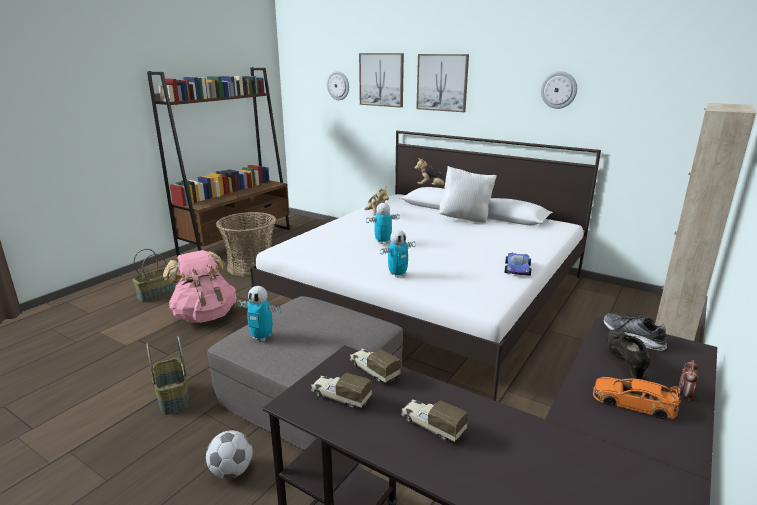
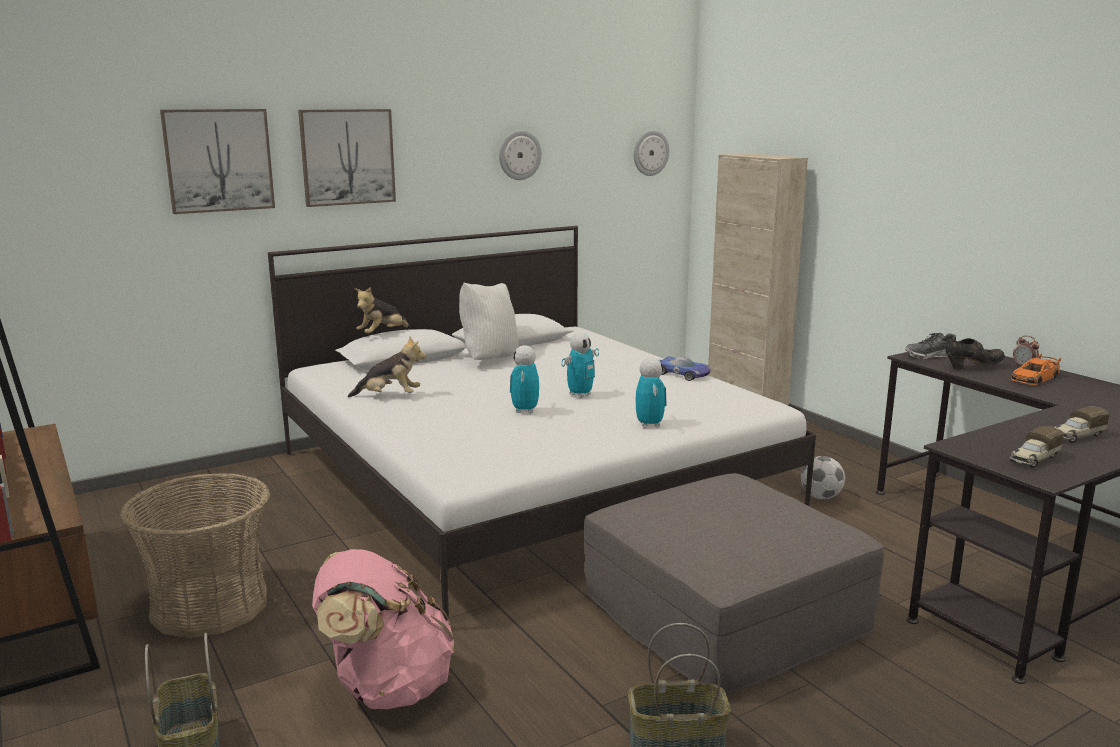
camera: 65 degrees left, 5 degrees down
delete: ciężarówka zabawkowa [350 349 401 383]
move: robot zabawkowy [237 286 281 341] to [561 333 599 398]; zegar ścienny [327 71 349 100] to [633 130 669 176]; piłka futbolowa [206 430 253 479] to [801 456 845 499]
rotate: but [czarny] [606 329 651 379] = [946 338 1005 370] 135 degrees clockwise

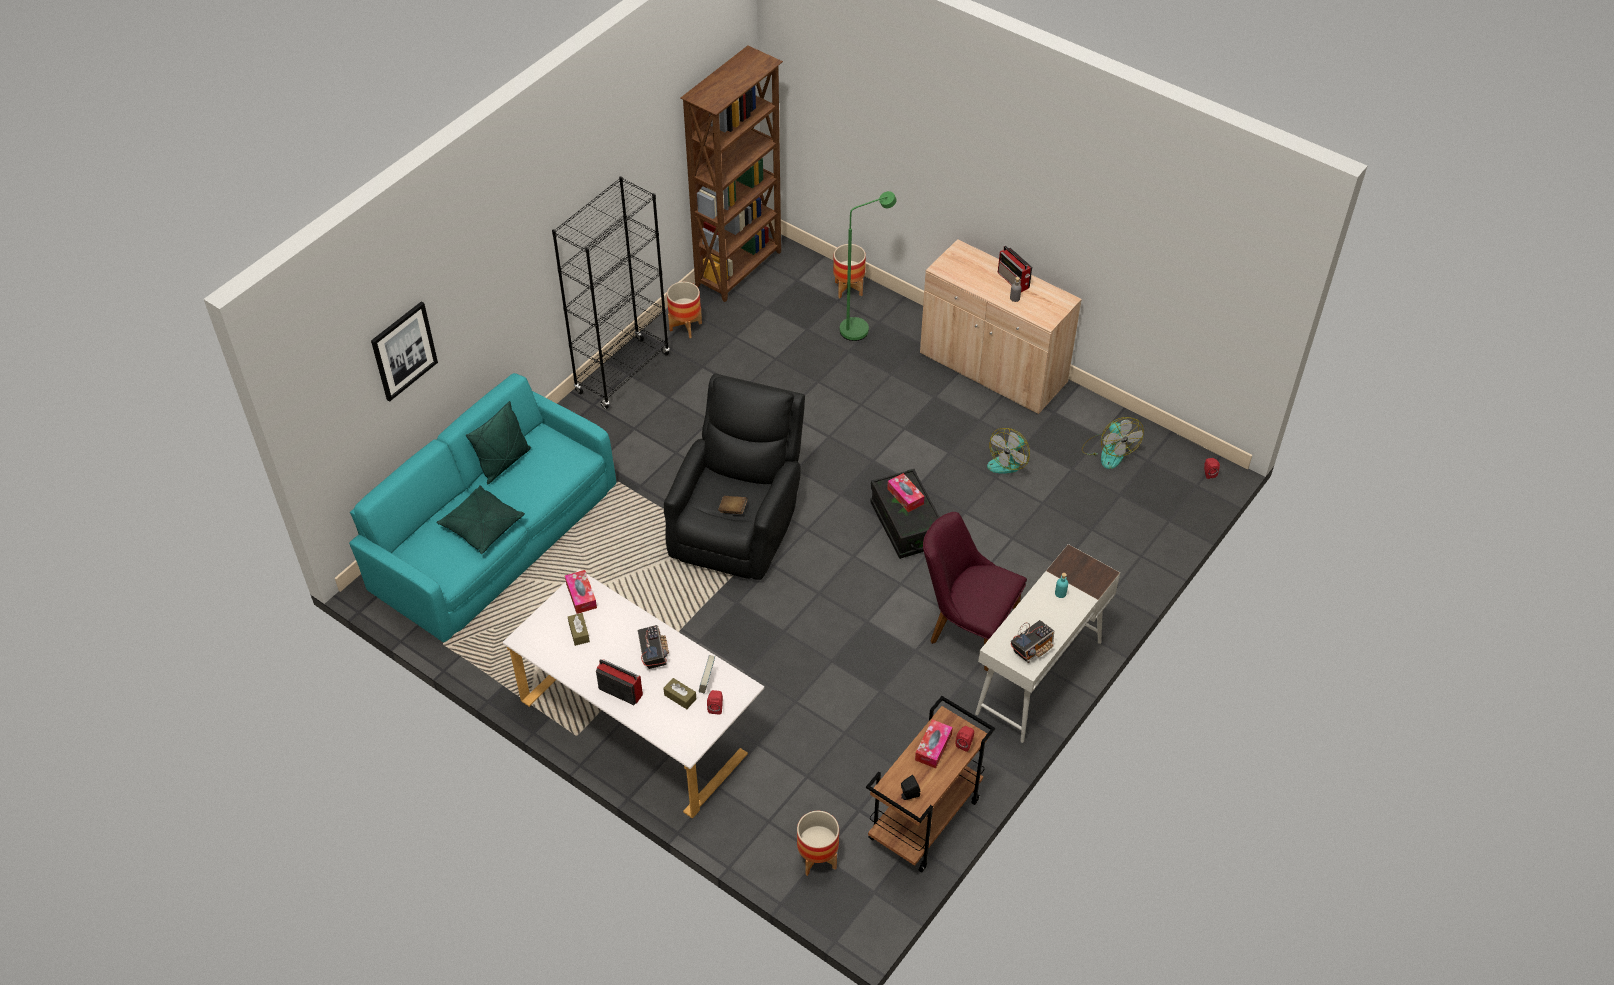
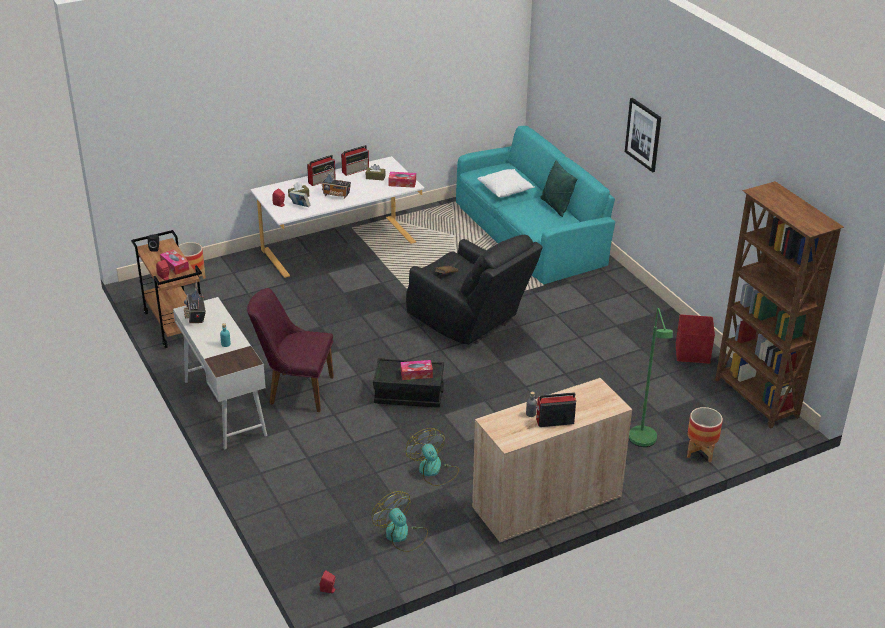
camera: 115 degrees right, 15 degrees down
delete: regał [czarny] [552 176 670 409]
insert: radio [341 145 369 176]
move: obraz [371 301 438 402] to [625 98 661 172]
replace: donica [667 282 702 338] to pojemnik do przechowywania [czerwony] [676 315 715 364]
recolor: poduszka [zielony] [436 485 525 554] to poduszka [biały] [477 169 535 197]
rotate: krzesło [fioletowy] [923 512 1027 671] = [247 288 334 412] 135 degrees counterclockwise; wentylator [1082 417 1144 469] = [372 491 428 552] 45 degrees clockwise

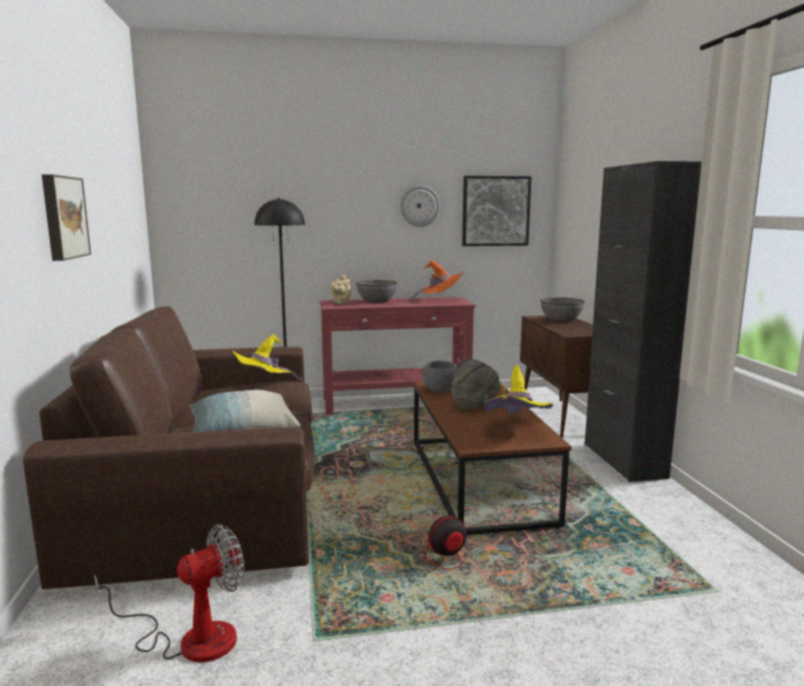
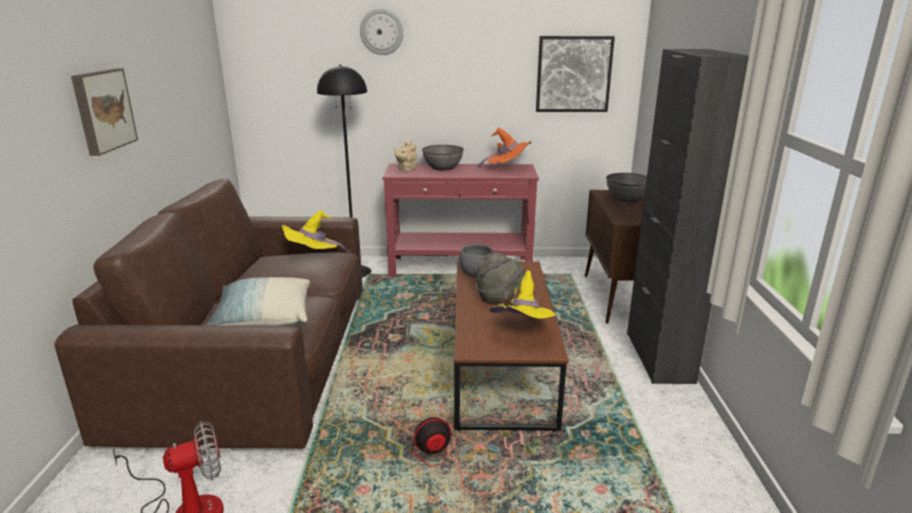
camera: 10 degrees right, 10 degrees up
move: zegar ścienny [400 185 440 227] to [360 9 404 55]

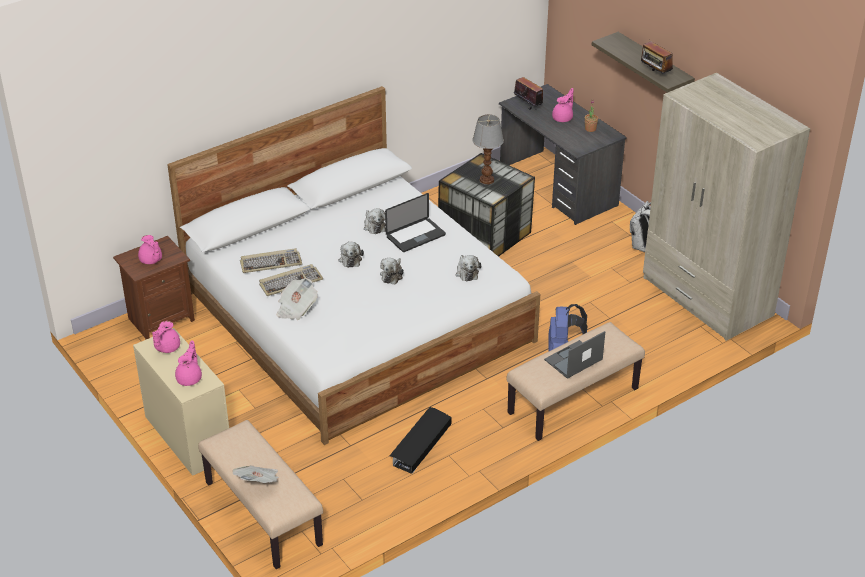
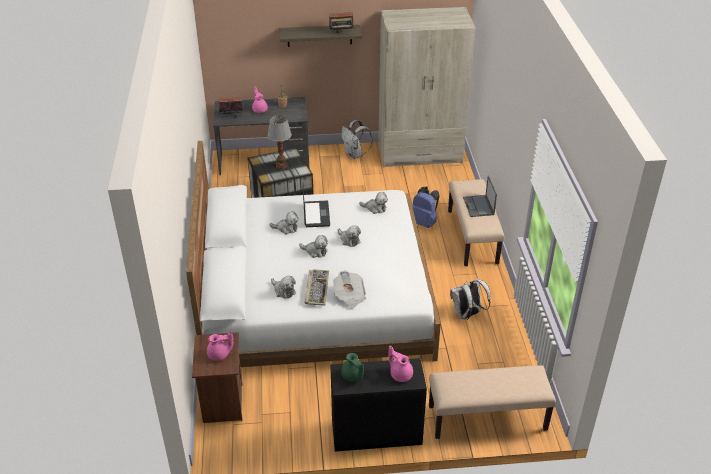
camera: 60 degrees left, 0 degrees up
delete: gazeta [233 465 279 483]
replace: klawiatura [240 248 302 273] to pluszak [271 276 296 299]; pojemnik do przechowywania [czarny] [390 407 452 474] to plecak [biały] [450 278 490 320]
recolor: komoda [beżowy] [133 328 229 476] to komoda [czarny] [331 358 427 452]; imbryk [różowy] [152 321 180 353] to imbryk [zielony] [341 353 364 381]

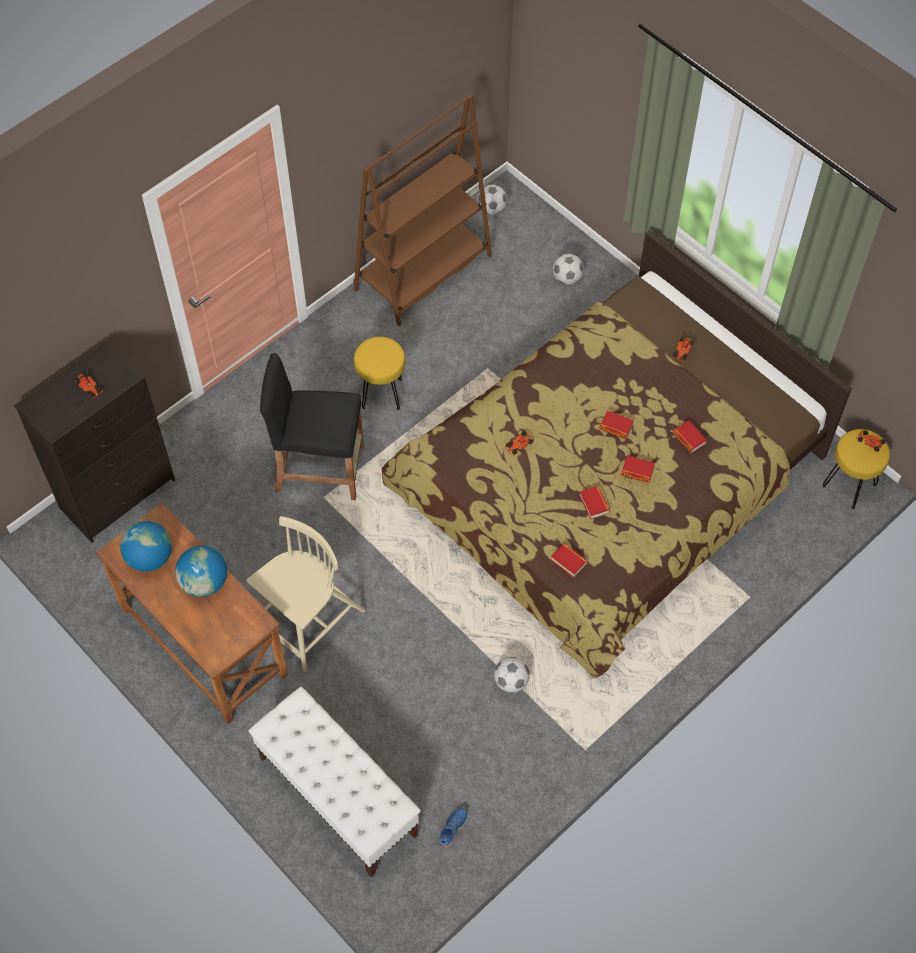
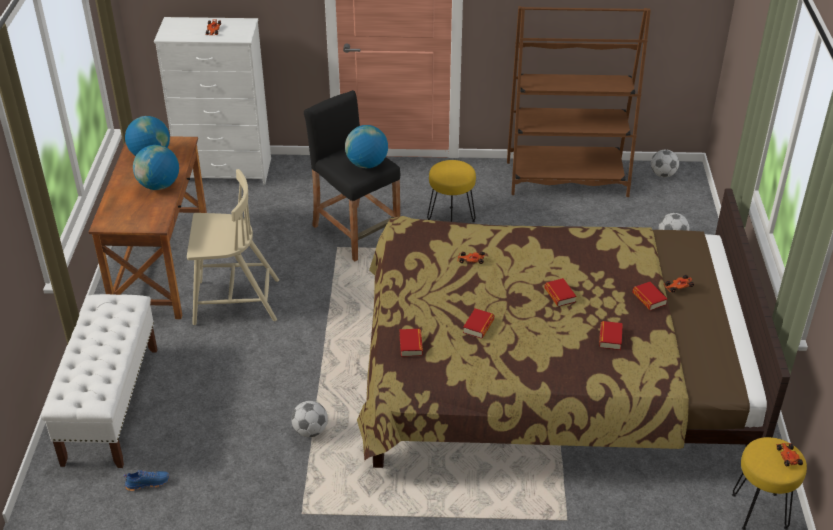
camera: 45 degrees right, 20 degrees down
insert: globus [345 125 388 168]
move: książka [621 455 655 483] to [632 282 667 311]
recolor: komoda [czarny] [14 339 175 543] to komoda [biały] [154 17 271 184]

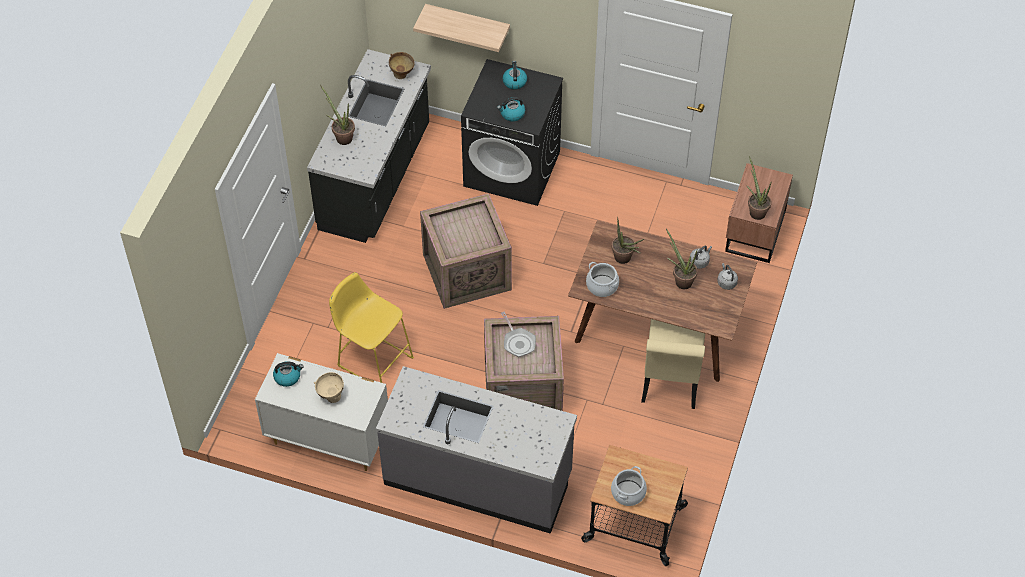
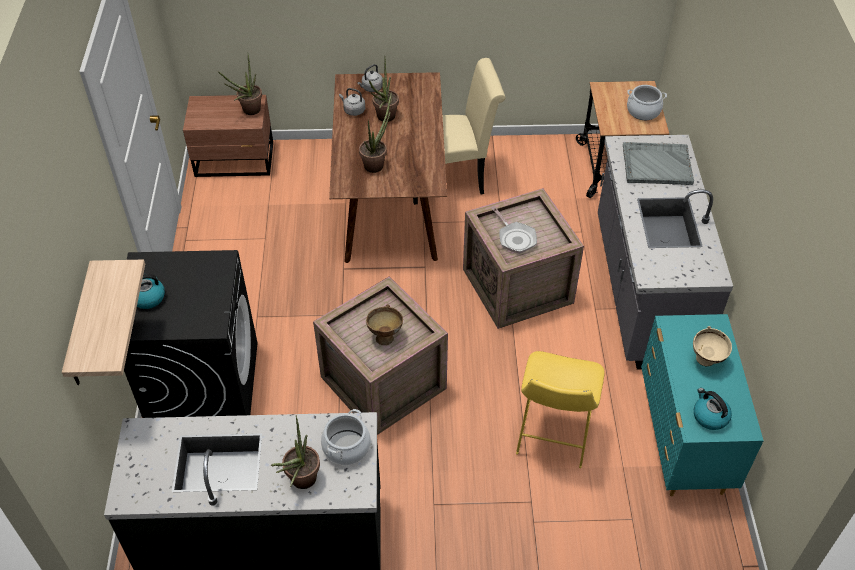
camera: 110 degrees left, 5 degrees down
delete: czajnik [497 97 525 122]
insert: taca [szary] [623 142 694 185]
move: garnek [586 262 619 297] to [321 409 371 465]; miska [brązowy] [389 52 415 79] to [366 304 403 345]
recolor: komoda [biały] [255 353 388 471] to komoda [turkusowy] [641 314 764 496]
rotate: patelnia [501 312 536 357] = [491 206 537 254] 105 degrees clockwise

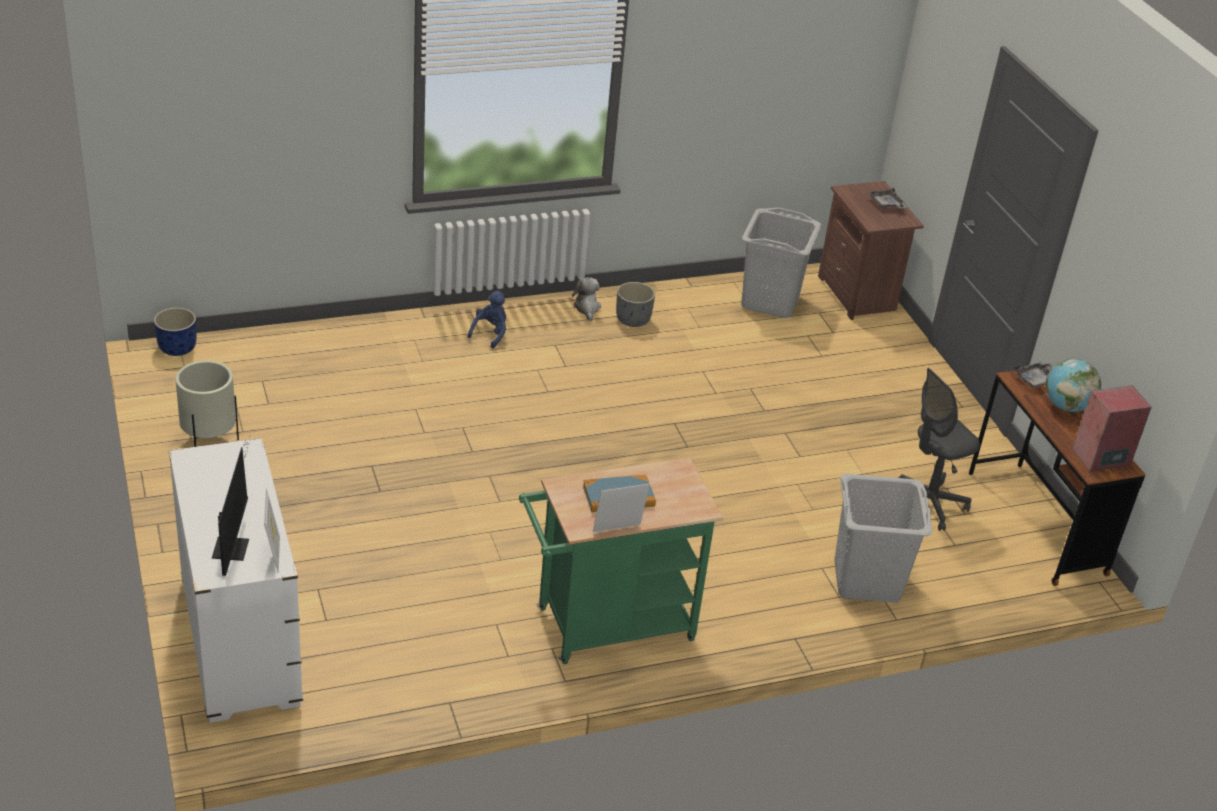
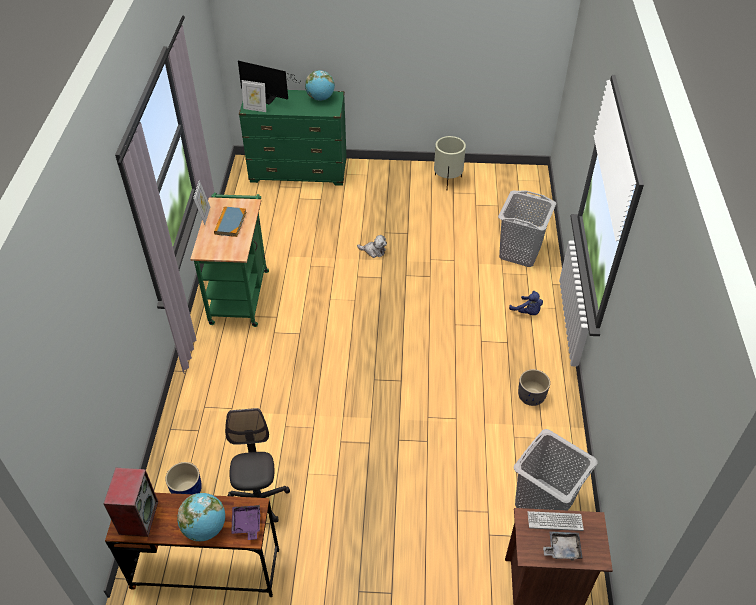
camera: 115 degrees right, 10 degrees up
insert: globus [305 70 335 101]; klawiatura [528 511 584 531]
move: donica [niebieski] [154 308 196 356] to [165 462 202 494]; pluszak [572 277 601 321] to [357 235 387 258]; kosz na pranie [szary] [834 474 933 602] to [498 190 556 267]
recolor: taca [szary] [1015 362 1054 388] to taca [fioletowy] [231 504 260 540]; komoda [biały] [168 437 303 723] to komoda [zielony] [239 90 347 186]

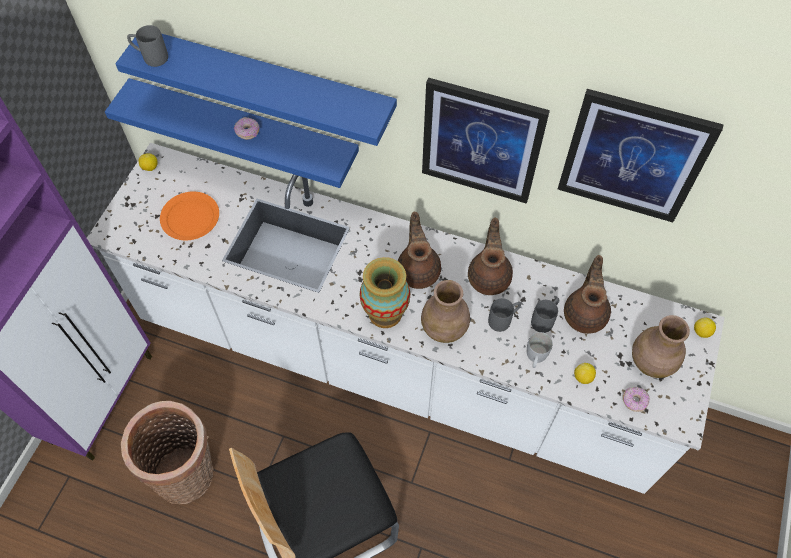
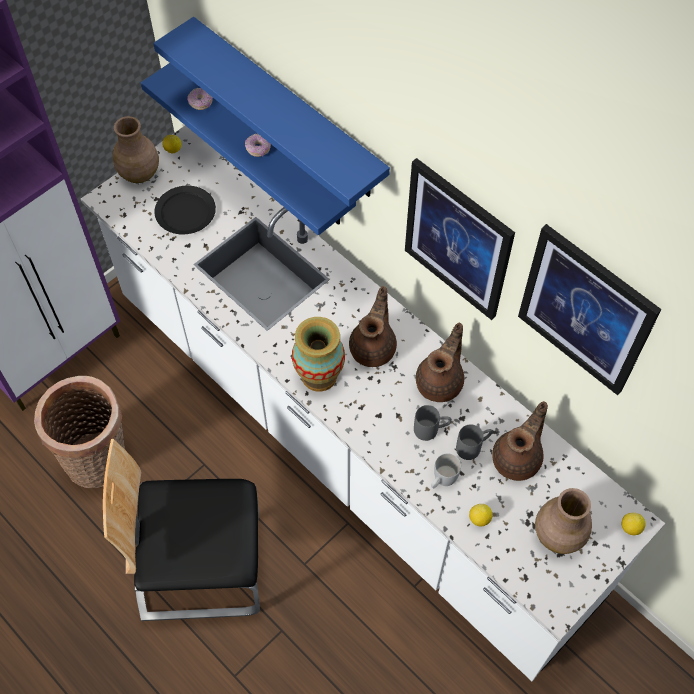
camera: 25 degrees right, 0 degrees up
delete: kubek [szary] [127 25 168 67]
move: wazon [brązowy] [421 280 470 343] to [113 116 159 183]; donut [623 387 650 412] to [187 88 213 110]
recolor: talerz [pomarańczowy] [160 191 219 240] to talerz [czarny] [154 186 216 234]

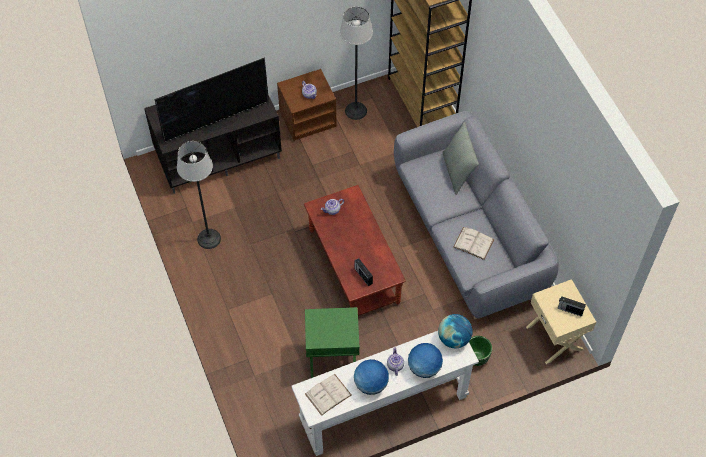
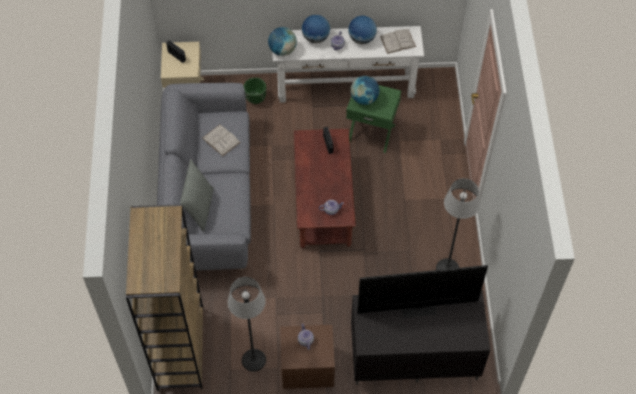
camera: 160 degrees left, 0 degrees up
insert: globus [351 76 379 105]

